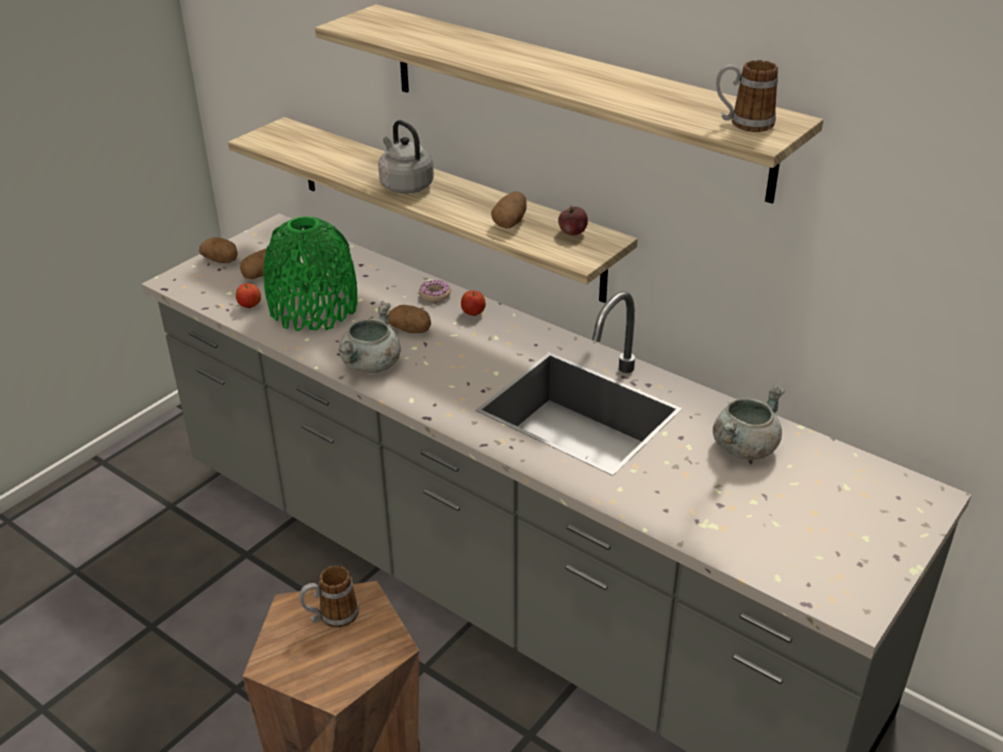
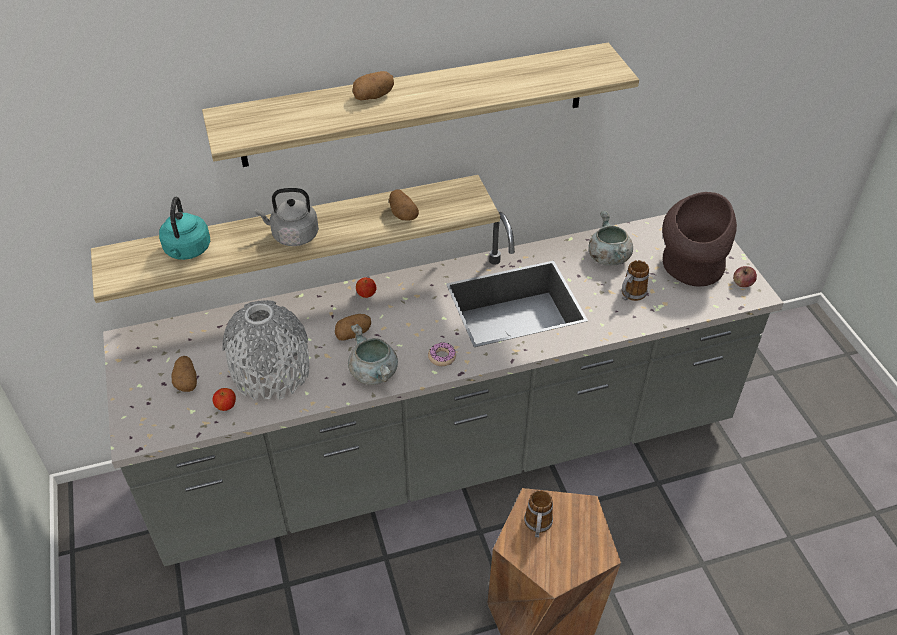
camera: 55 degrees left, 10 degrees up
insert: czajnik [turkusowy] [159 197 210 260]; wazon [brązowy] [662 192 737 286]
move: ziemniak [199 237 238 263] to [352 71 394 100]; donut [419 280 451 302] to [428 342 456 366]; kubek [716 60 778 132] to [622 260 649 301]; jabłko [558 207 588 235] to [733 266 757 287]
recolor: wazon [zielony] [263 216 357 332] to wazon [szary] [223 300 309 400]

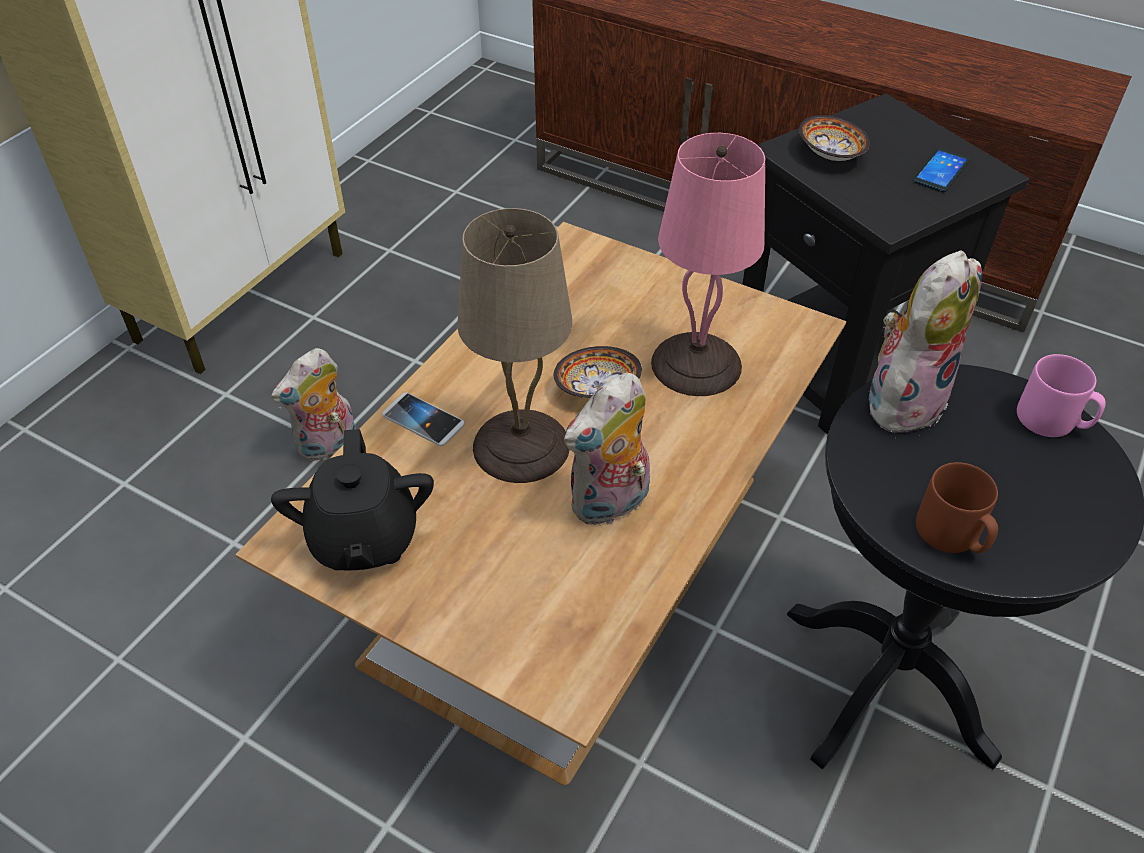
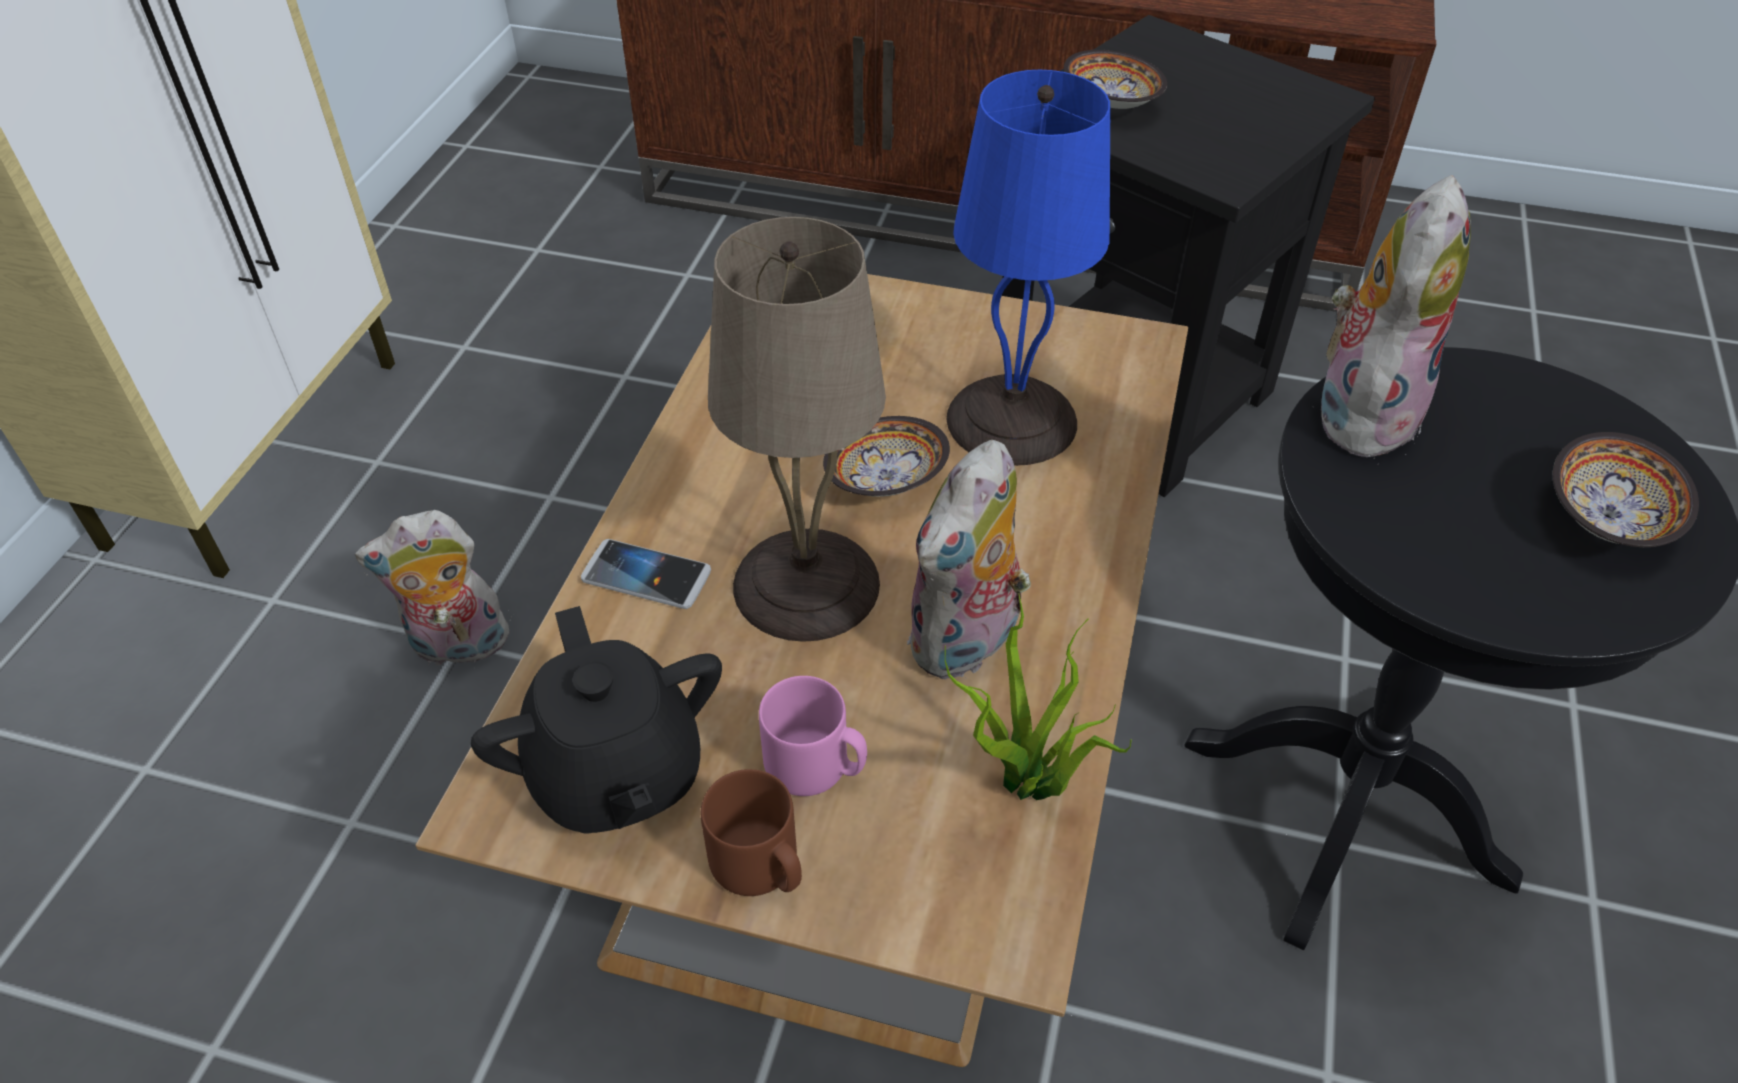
camera: 15 degrees left, 0 degrees up
delete: telefon [913 148 970 193]
insert: roślina doniczkowa [945 594 1132 800]; miska [1553 432 1699 547]
move: kubek [brązowy] [916 462 998 553] to [701 769 802 896]; kubek [różowy] [1017 354 1106 437] to [759 676 867 796]
recolor: lampa stołowa [różowy] [651 133 765 396] to lampa stołowa [niebieski] [947 70 1110 466]
rotate: pluszak [271 348 356 461] = [355 510 510 669] 45 degrees clockwise

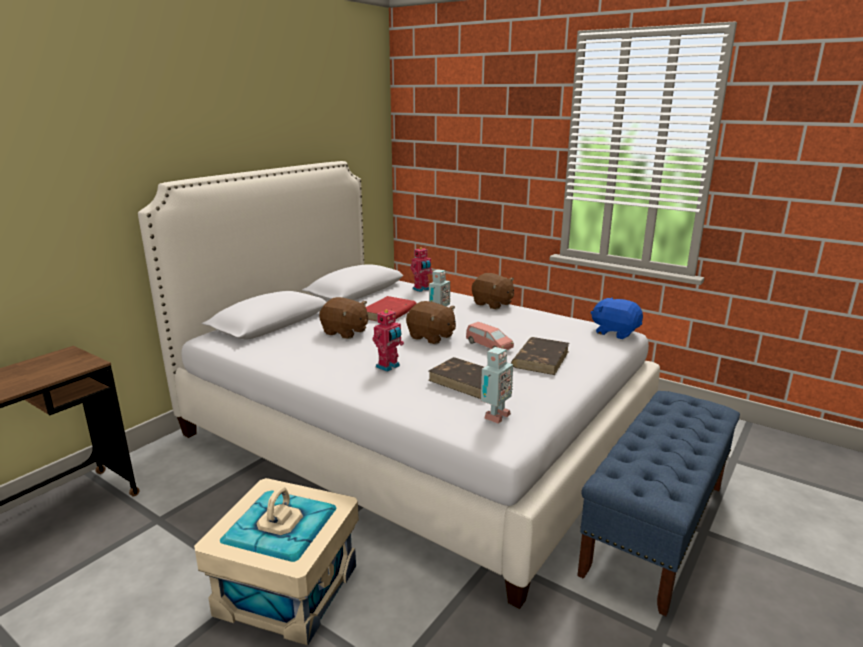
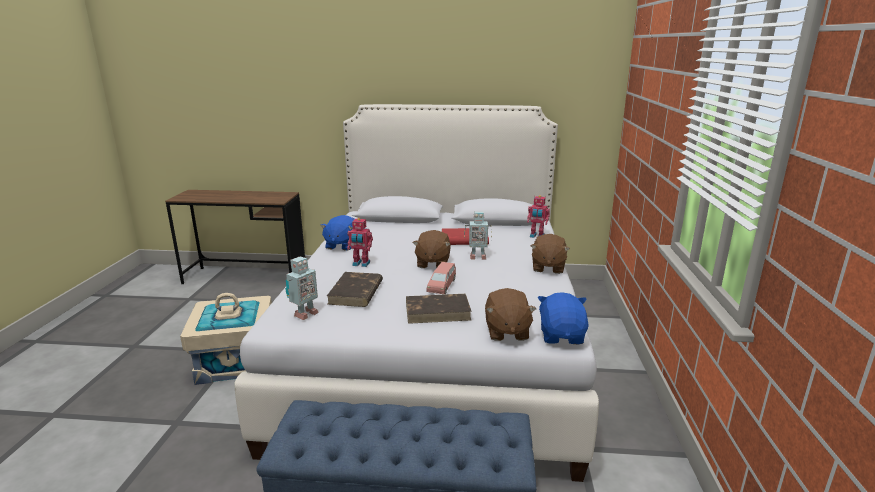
camera: 60 degrees right, 0 degrees up
insert: pluszak [niebieski] [320 215 354 251]
move: pluszak [brązowy] [319 297 368 339] to [485 288 536 341]
rotate: robot zabawkowy [481 347 513 424] = [285 256 319 320] 60 degrees counterclockwise

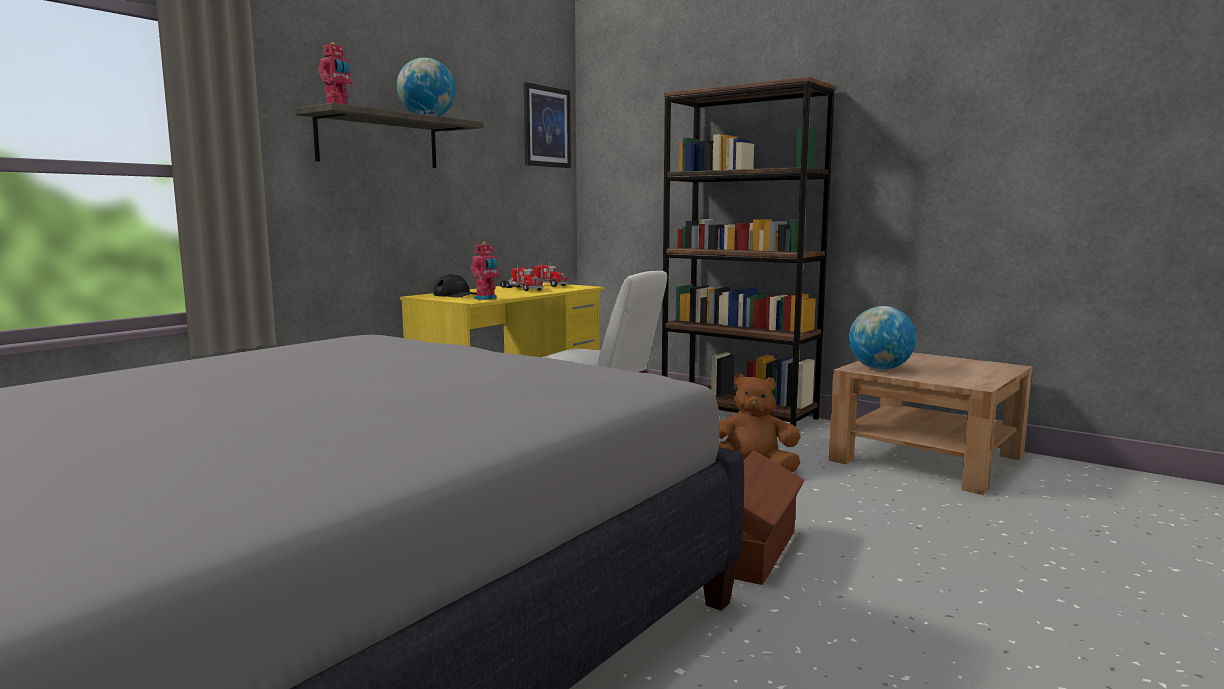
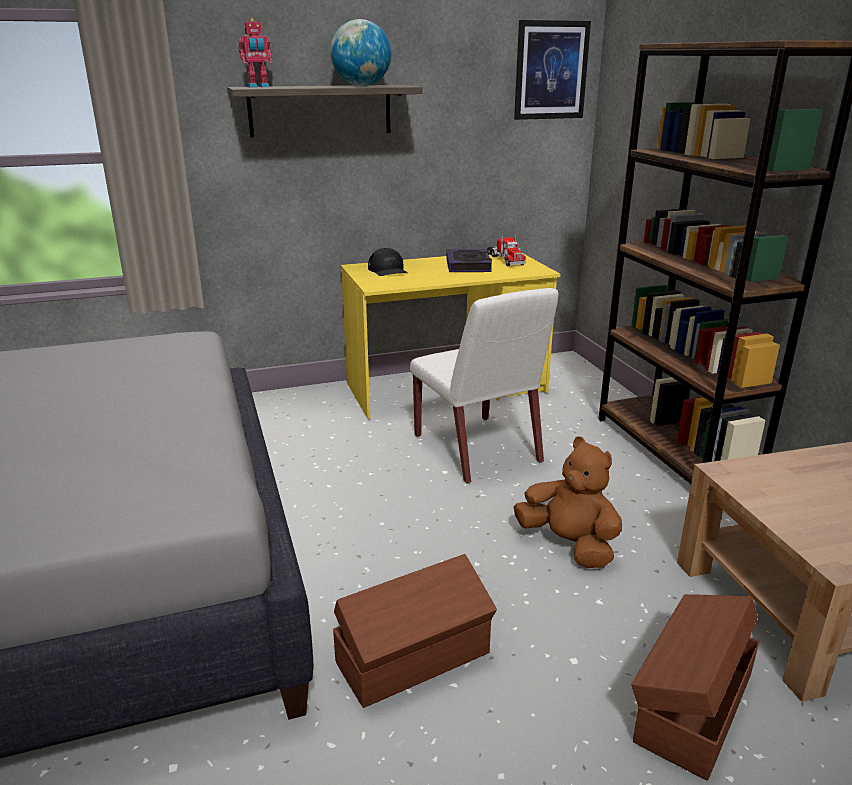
camera: 35 degrees right, 15 degrees up
delete: robot zabawkowy [471 241 501 300]; globus [849 306 916 370]
insert: pojemnik do przechowywania [brązowy] [631 594 759 781]
replace: ciężarówka zabawkowa [500 264 543 291] to książka [446 249 492 272]

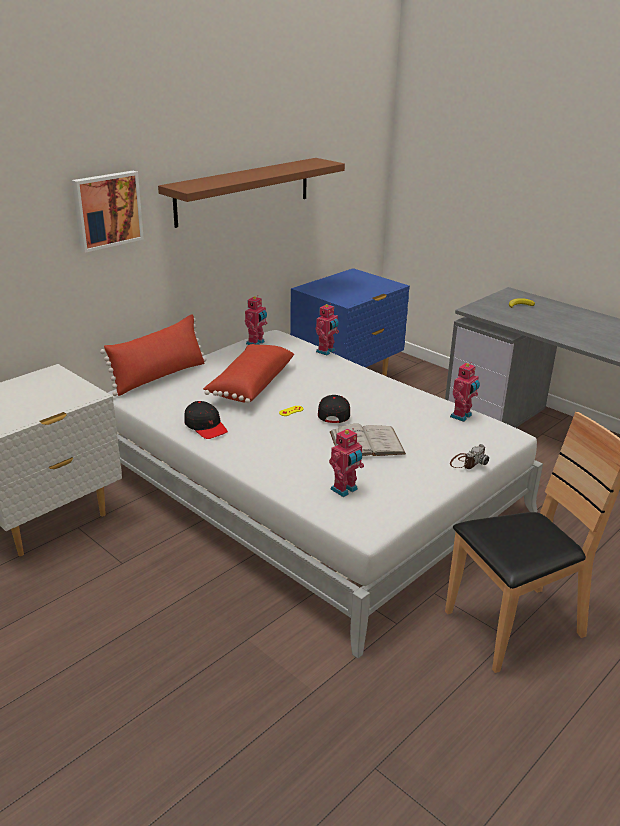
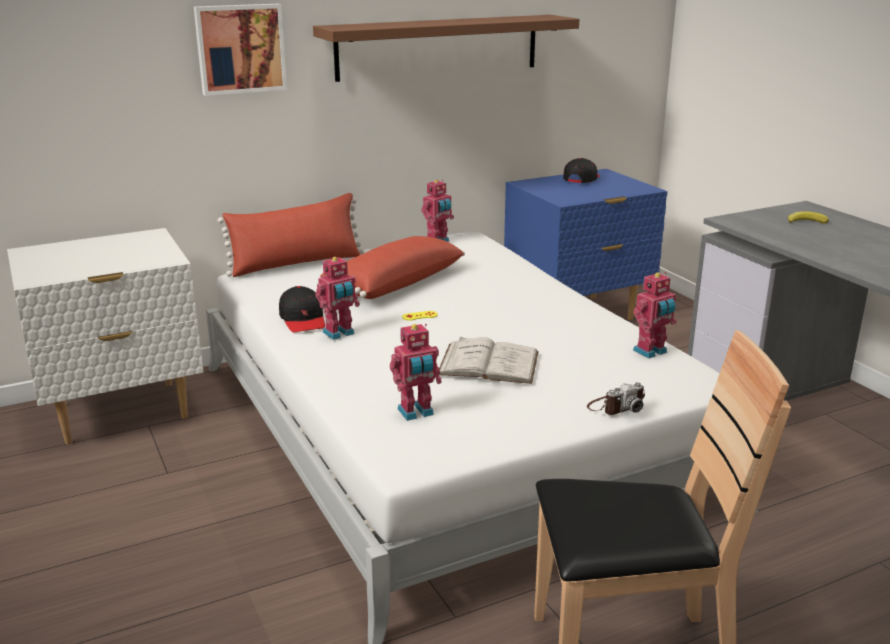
camera: 20 degrees right, 5 degrees down
move: robot zabawkowy [316 303 339 355] to [315 256 360 340]; czapka z daszkiem [czarny] [318 395 350 423] to [563 158 600 183]

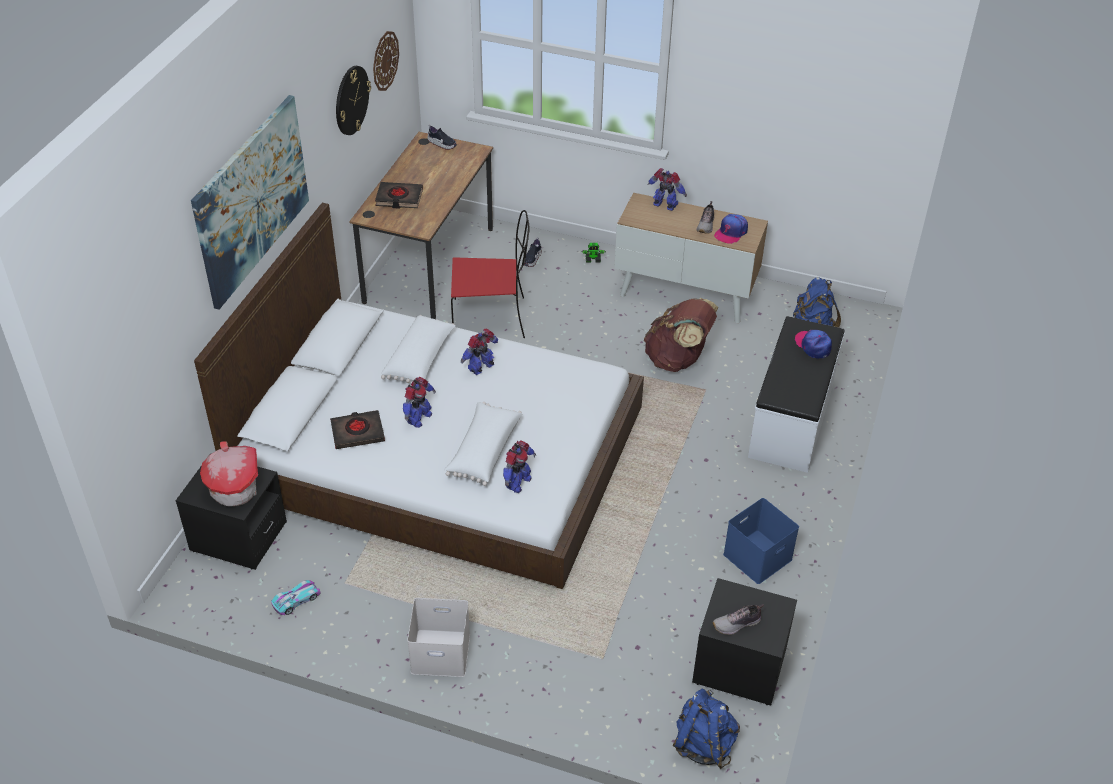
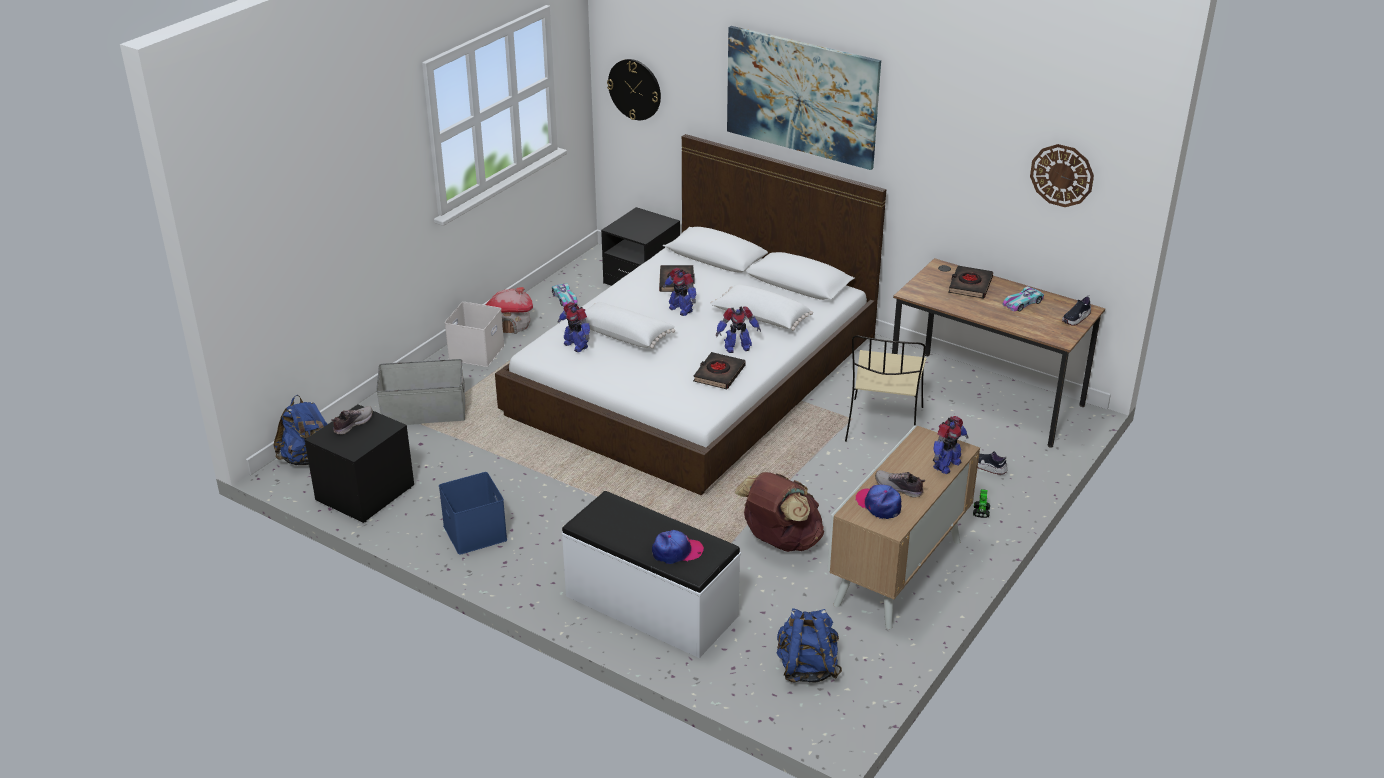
camera: 105 degrees right, 10 degrees down
insert: pojemnik do przechowywania [szary] [376 359 465 425]; książka [czarny] [693 352 746 389]; samochodzik [1002 286 1044 312]
move: domek [200 441 258 506] to [485 287 533 334]; zegar ścienny [336 66 371 135] to [607 59 661 120]
recolor: krzesło [czerwony] [451 210 530 338] to krzesło [beżowy] [845 336 926 442]
rotate: but [712 604 764 635] = [331 406 373 435] 45 degrees clockwise; robot zabawkowy [461 328 498 375] = [716 306 761 353] 105 degrees clockwise

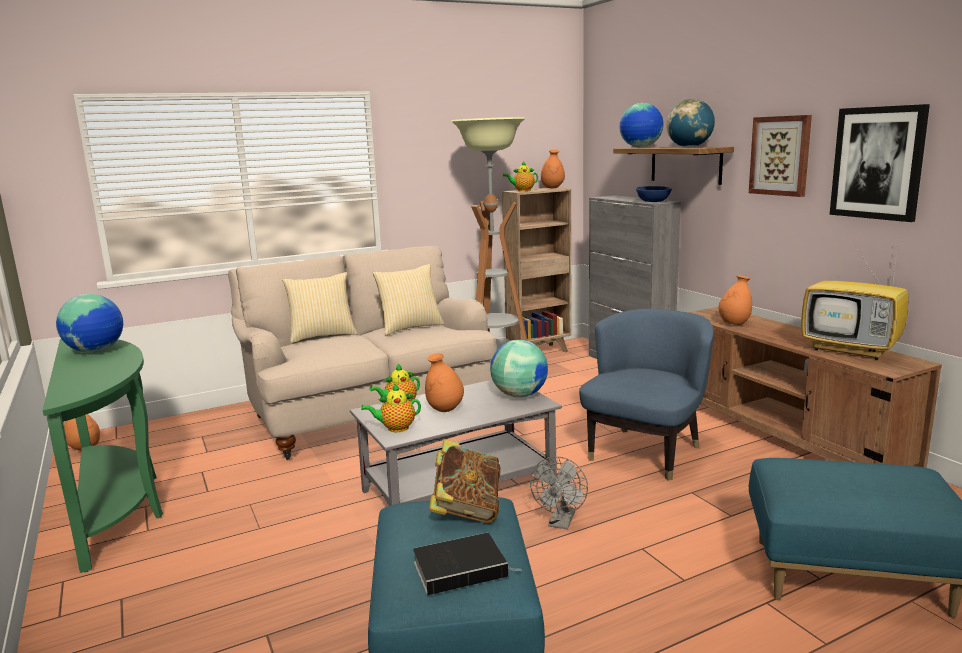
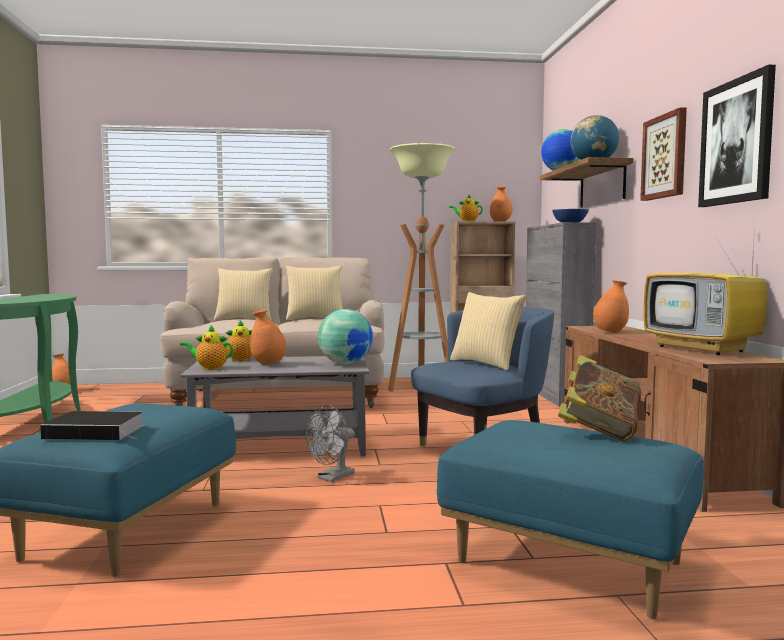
camera: 20 degrees right, 10 degrees down
delete: globus [56 294 123 353]
insert: poduszka [450 292 527 371]
move: książka [429 439 500 523] to [558 355 641 441]

